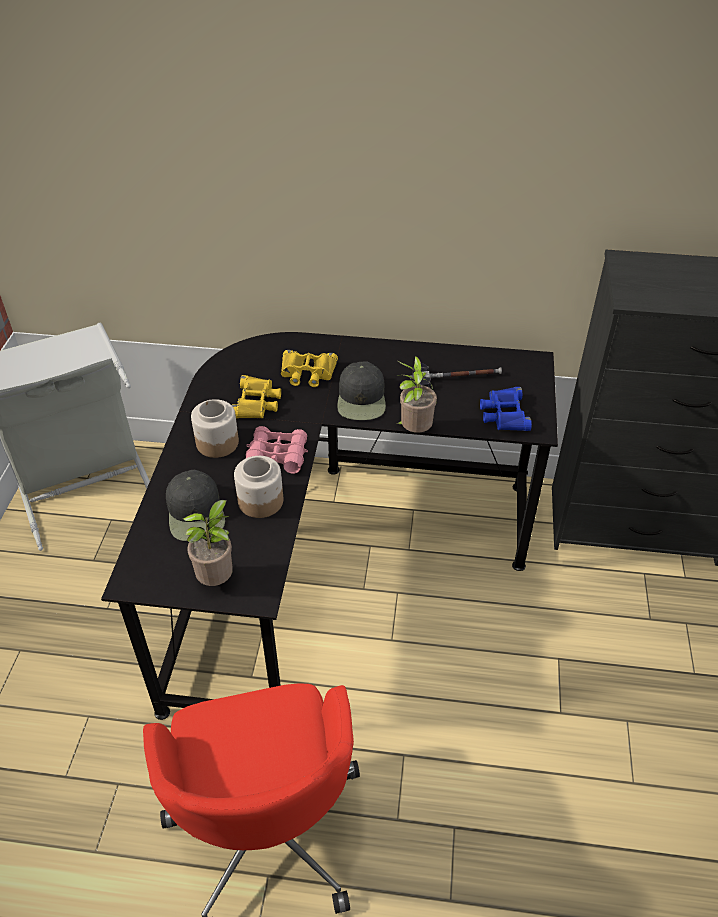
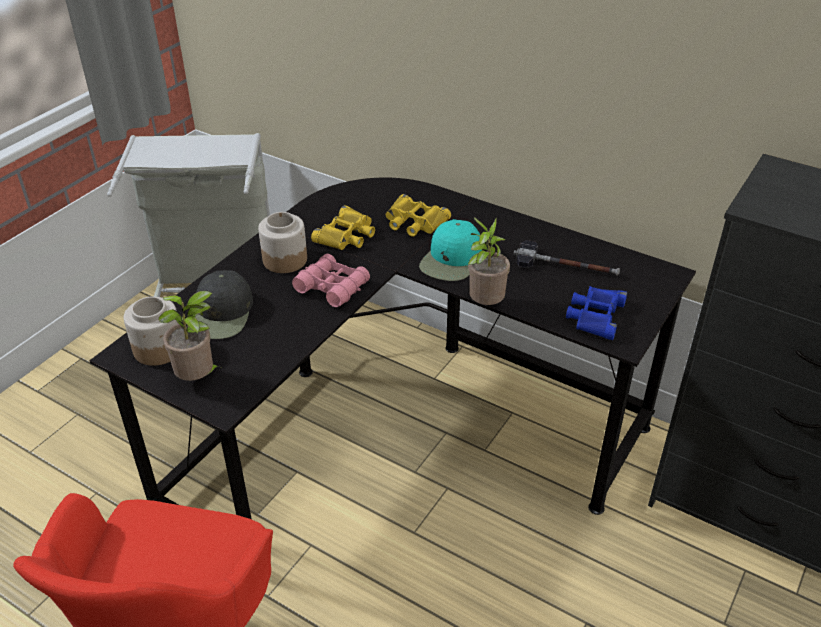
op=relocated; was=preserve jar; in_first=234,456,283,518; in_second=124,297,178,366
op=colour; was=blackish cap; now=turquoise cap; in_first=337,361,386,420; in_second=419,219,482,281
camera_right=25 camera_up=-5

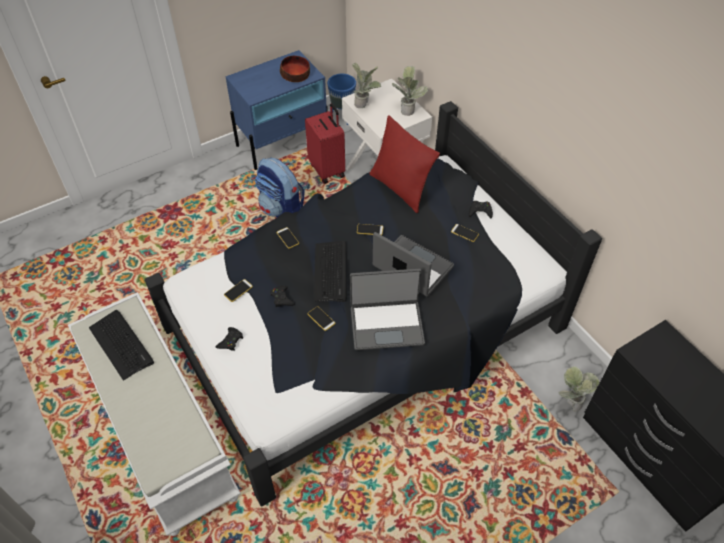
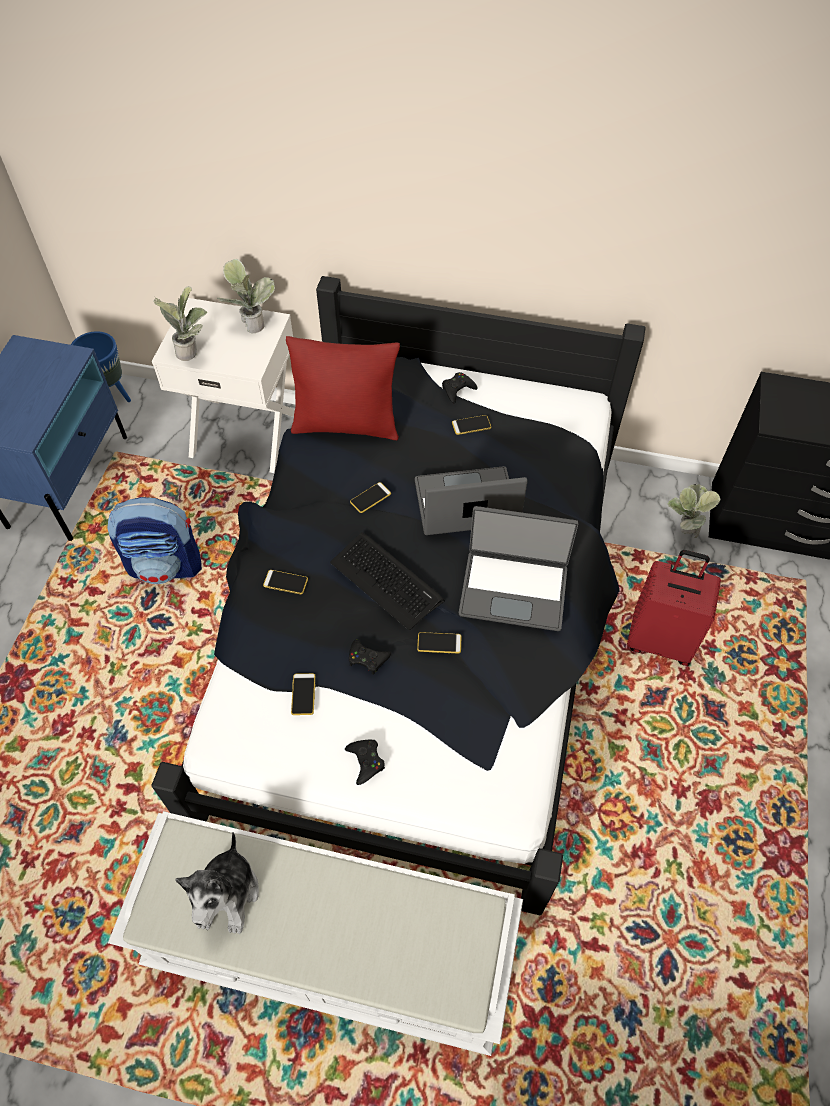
op=exchanged; was=PC keyboard; now=soft toy; in_first=89,310,154,380; in_second=175,832,259,934
op=spun; was=portable computer; in_first=350,269,425,350; in_second=459,506,578,631; clockwise=60
op=relocated; was=red-coloured piece of luggage; in_first=305,103,345,184; in_second=627,550,721,666
op=missing; was=serving bowl; in_first=280,56,310,82
camera_right=-45 camera_up=5

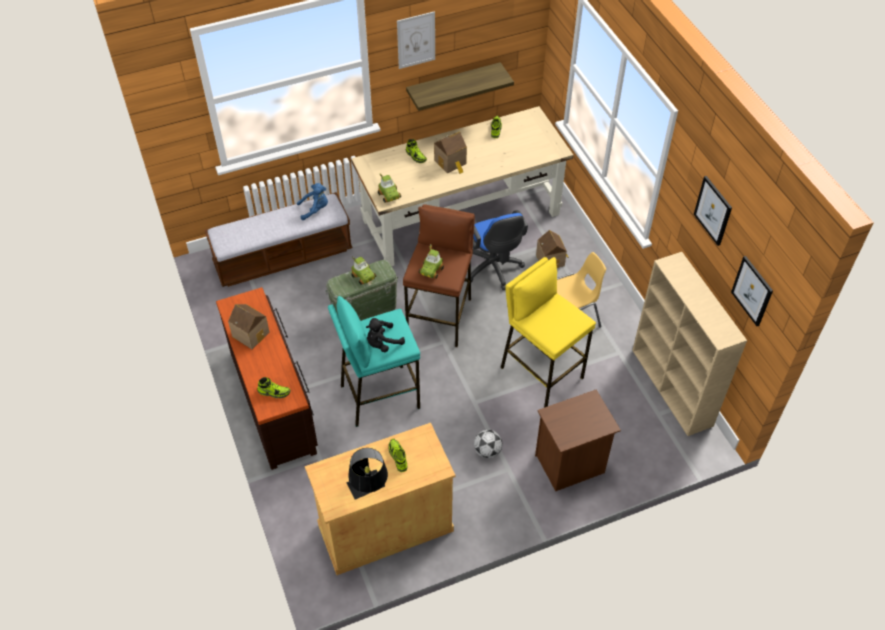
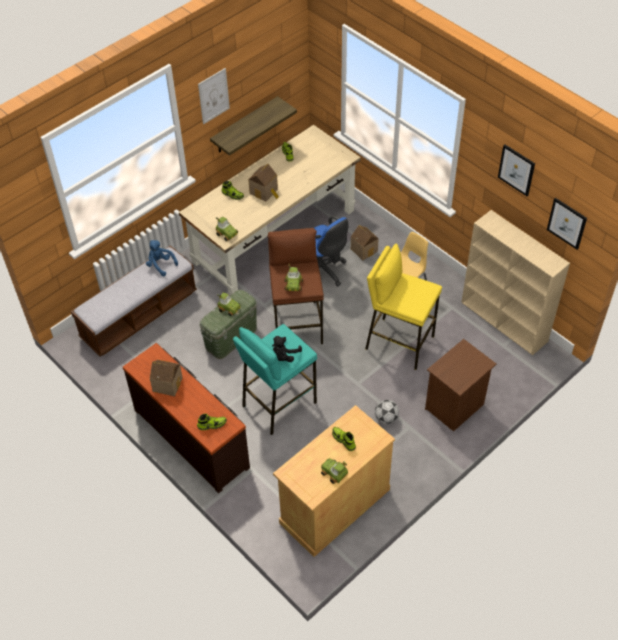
op=spun; was=blue-coloured soft toy; in_first=297,183,328,220; in_second=146,240,178,276; clockwise=-105
op=exchanged; was=blackish table lamp; now=model car; in_first=347,448,388,500; in_second=321,458,348,484
camera_right=-20 camera_up=0

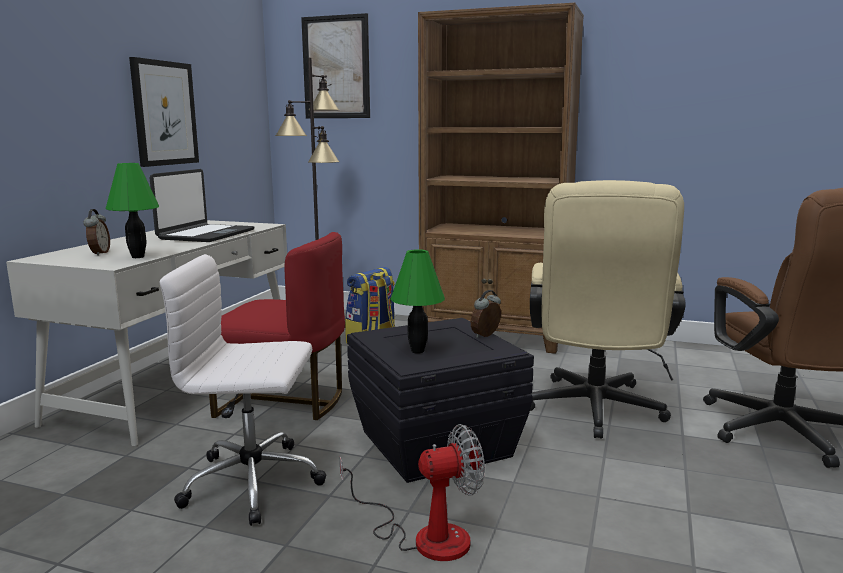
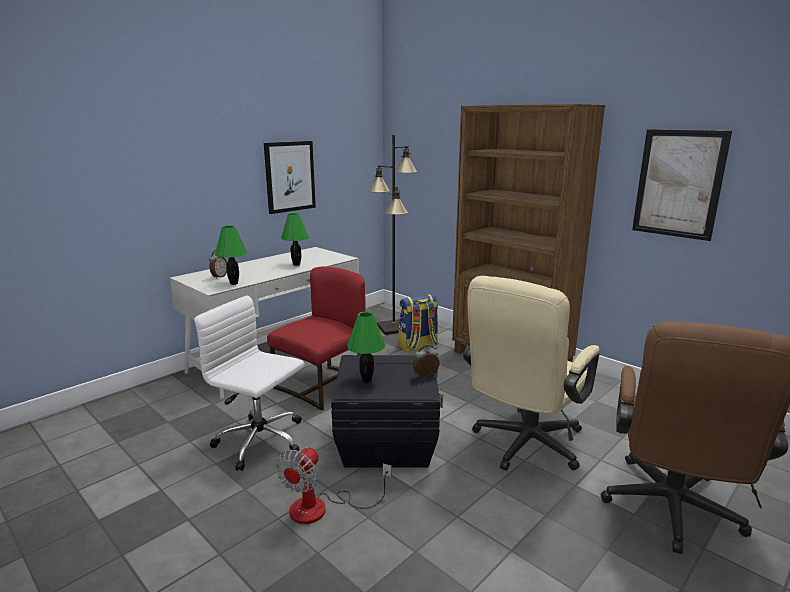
op=spun; was=red-coloured upright chair; in_first=209,232,345,420; in_second=267,267,366,411; clockwise=-90
op=spun; was=electric fan; in_first=340,424,485,561; in_second=276,446,391,524; clockwise=105
op=exchanged; was=portable computer; now=greenish table lamp; in_first=150,169,255,242; in_second=281,213,309,266
op=relocated; was=picture; in_first=301,13,370,118; in_second=632,129,732,241
camera_right=25 camera_up=5

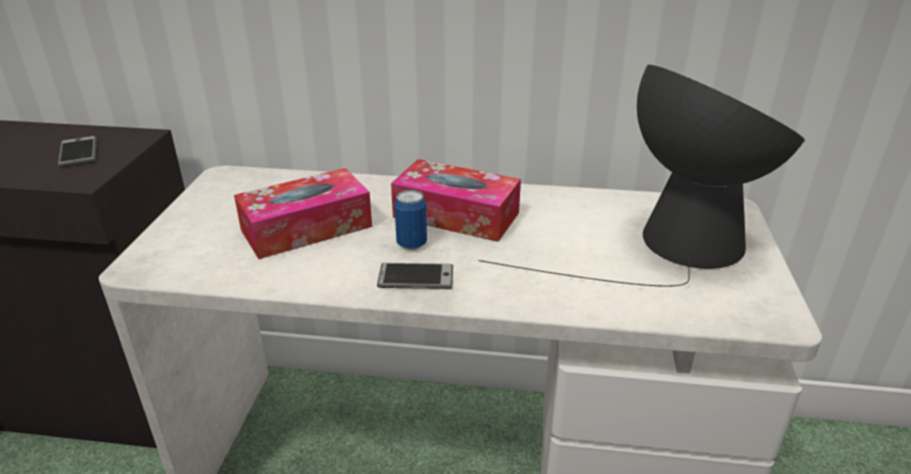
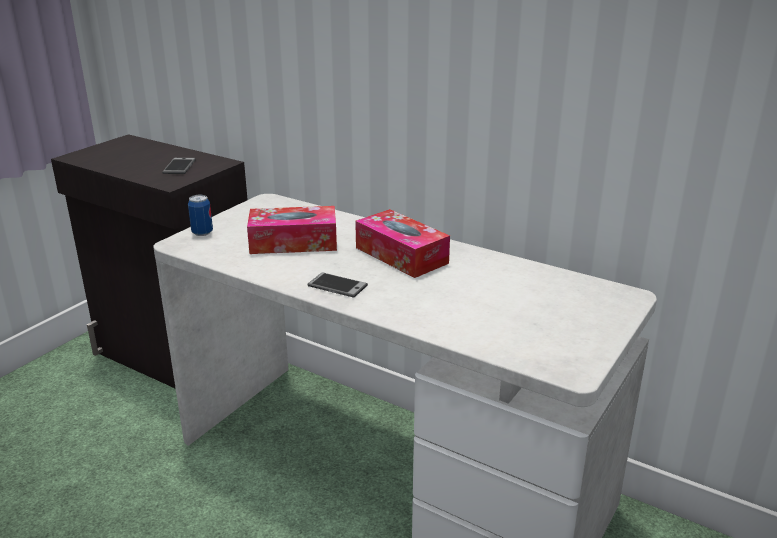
op=relocated; was=sealed can; in_first=395,190,427,250; in_second=188,195,213,236
op=missing; was=table lamp; in_first=479,64,805,286
camera_right=25 camera_up=-5

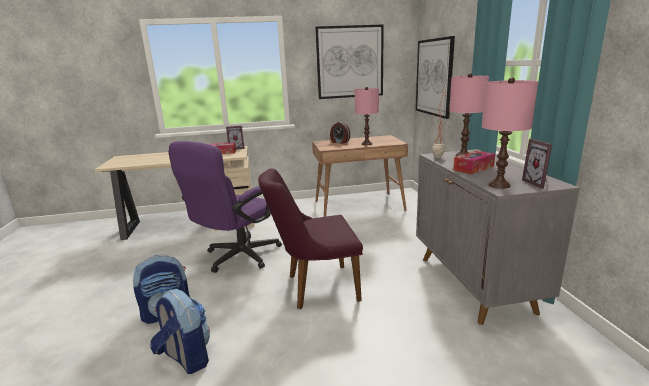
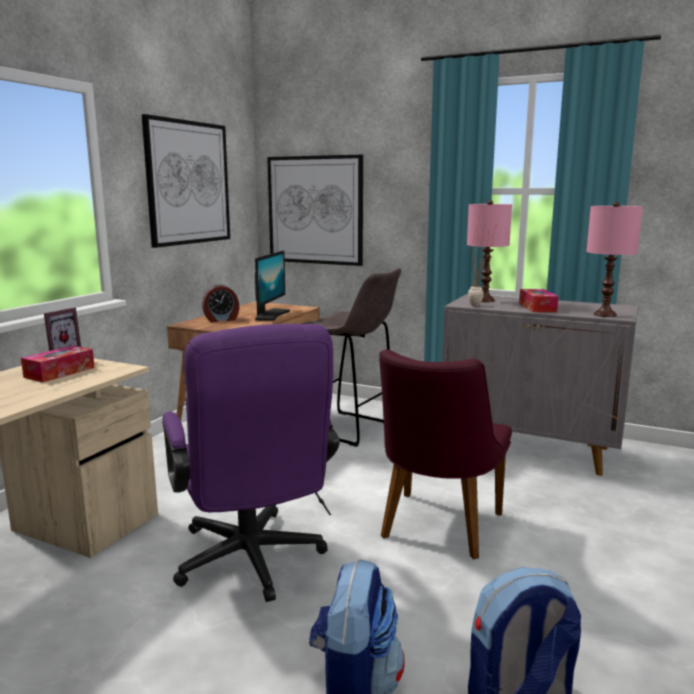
op=exchanged; was=pinkish table lamp; now=monitor; in_first=355,87,379,145; in_second=255,250,290,321
op=appeared; now=gray stool seat; in_second=303,268,401,447
op=missing; was=photo frame; in_first=522,139,552,189
camera_right=-55 camera_up=-5

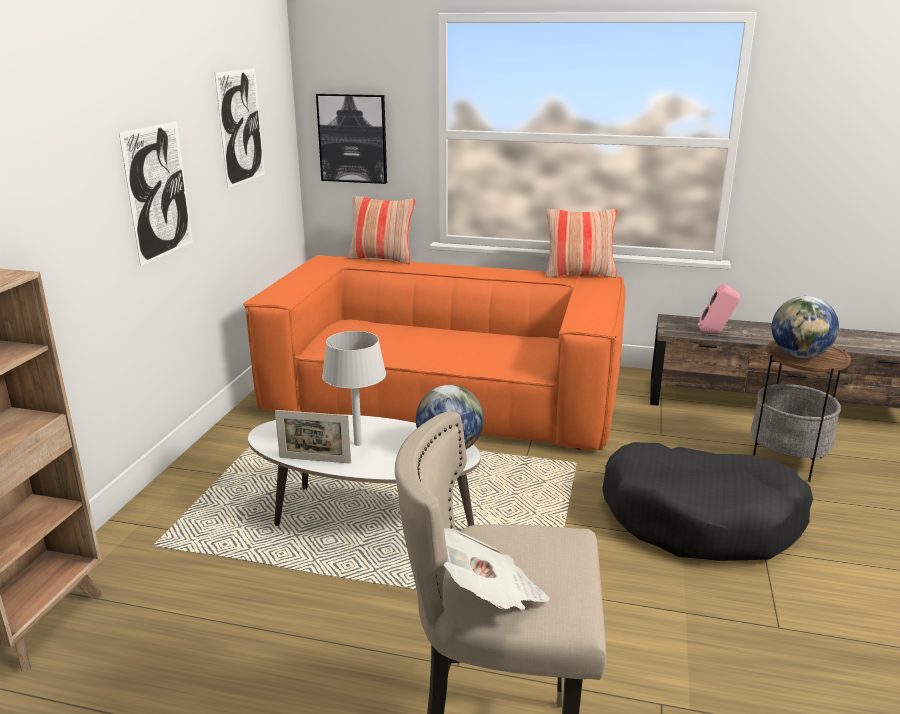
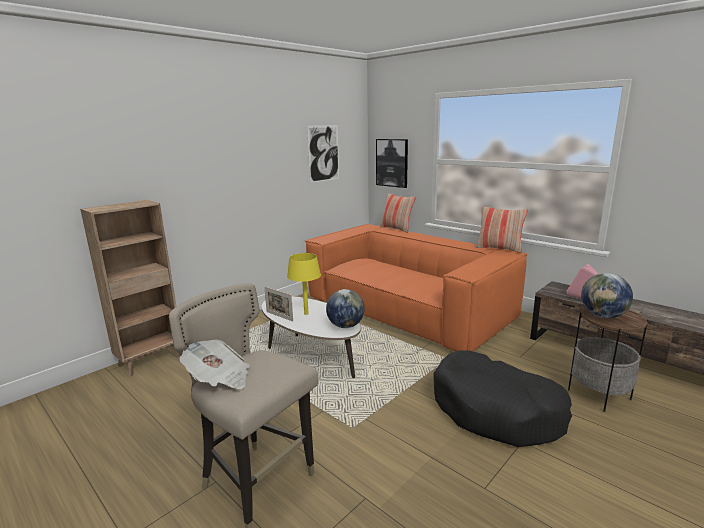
op=colour; was=gray table lamp; now=yellow-coloured table lamp; in_first=322,331,386,446; in_second=287,253,321,315
op=missing; was=picture; in_first=119,121,193,266
camera_right=30 camera_up=-5

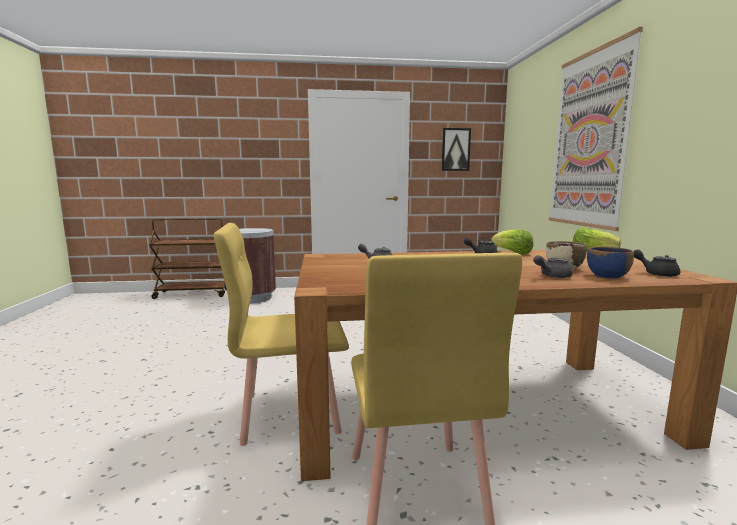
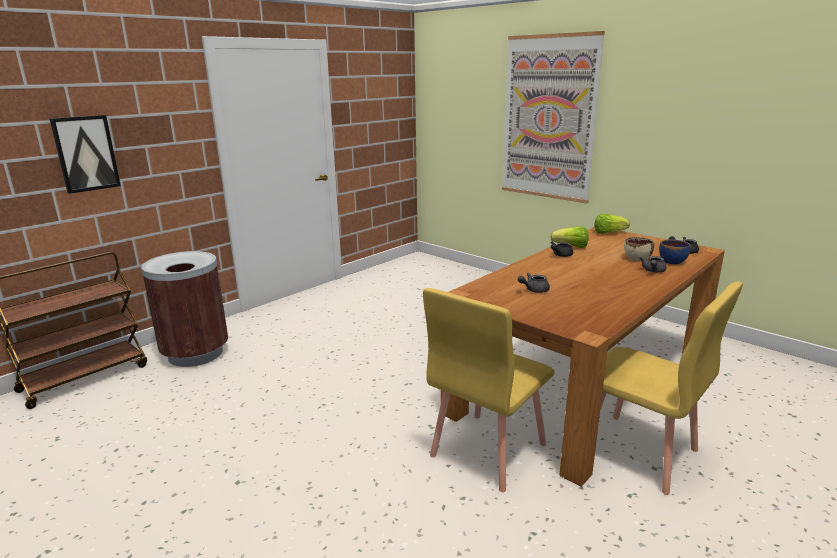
op=relocated; was=picture; in_first=441,128,471,171; in_second=49,115,121,194
camera_right=-40 camera_up=10

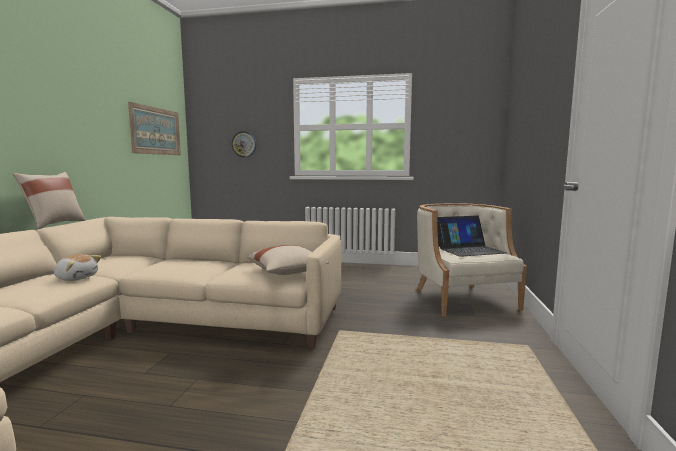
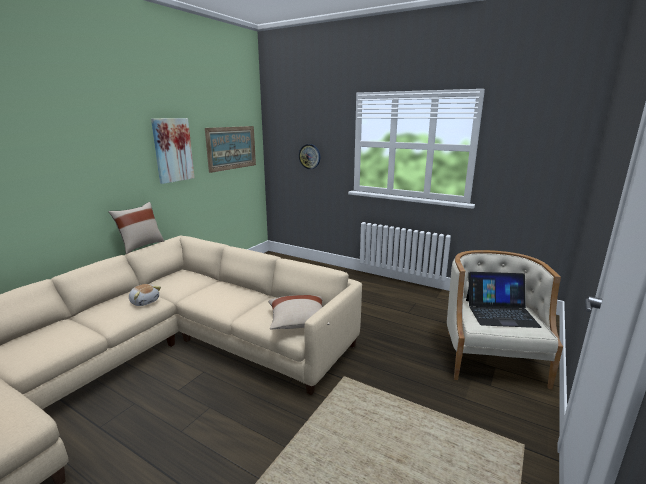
op=appeared; now=picture; in_second=151,118,195,184
camera_right=20 camera_up=10

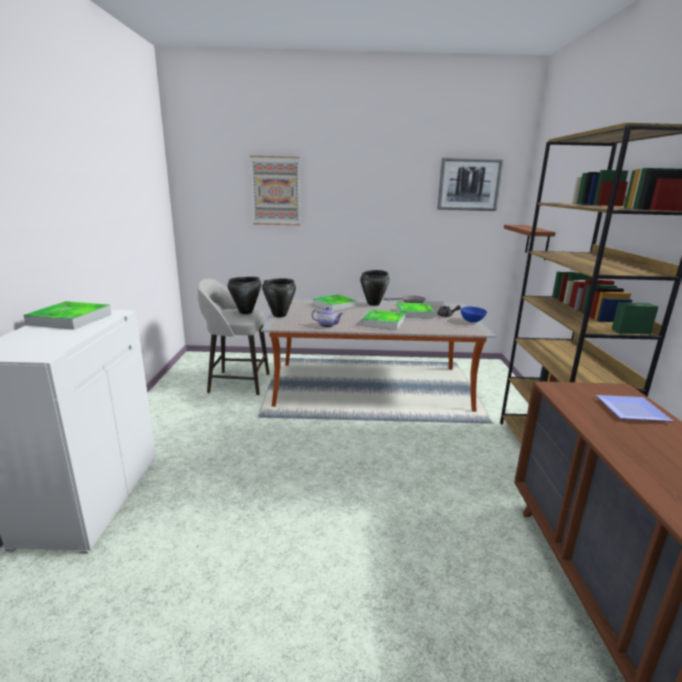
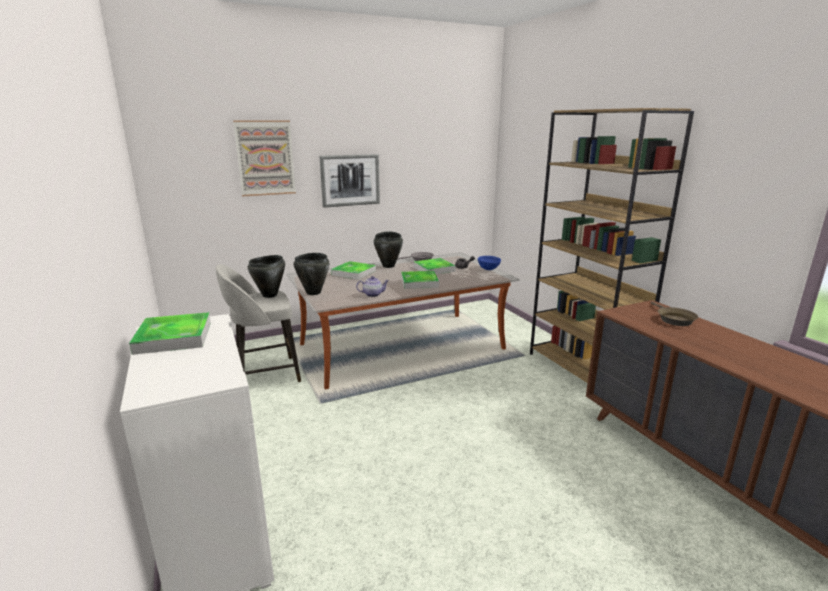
op=relocated; was=picture; in_first=437,157,503,211; in_second=319,154,380,208
op=exchanged; was=flat dish; now=brown frying pan; in_first=596,395,673,421; in_second=651,302,698,326
op=missing; was=brown wall shelf; in_first=504,225,556,260
camera_right=-25 camera_up=0

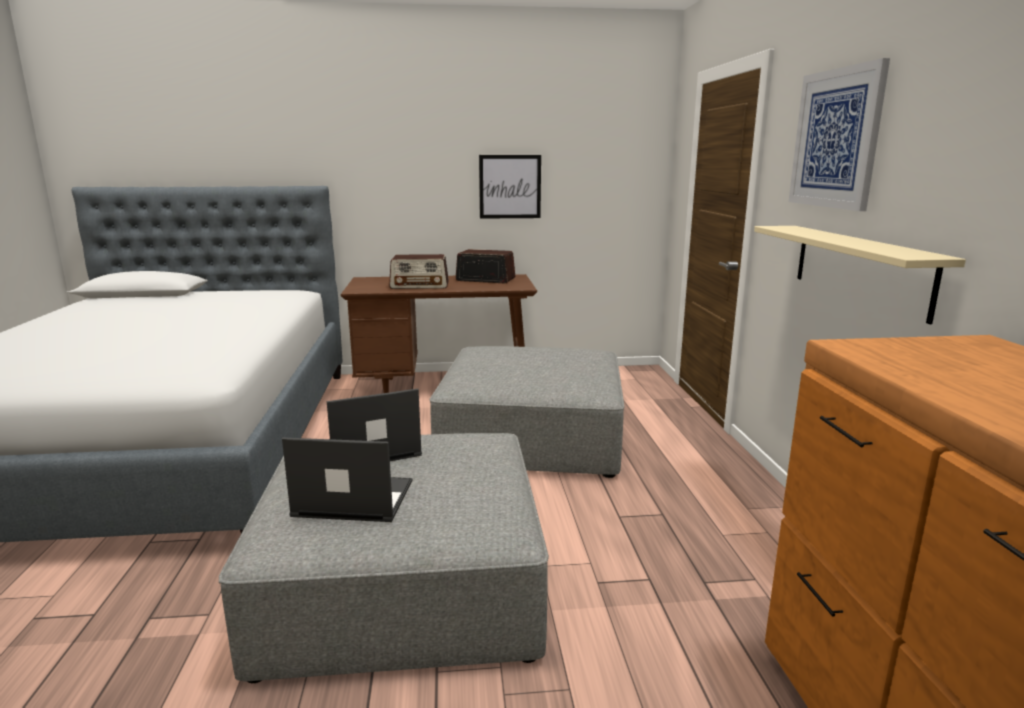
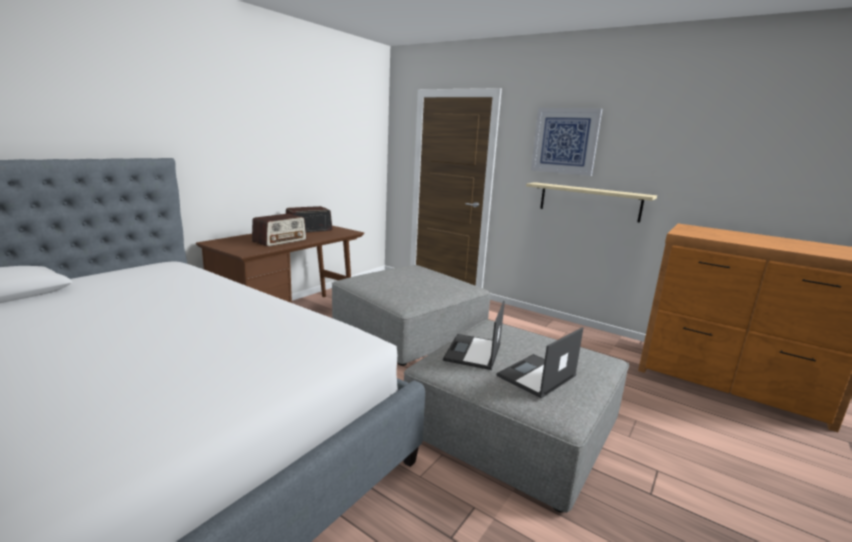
op=missing; was=picture; in_first=479,155,541,219
camera_right=-50 camera_up=0

